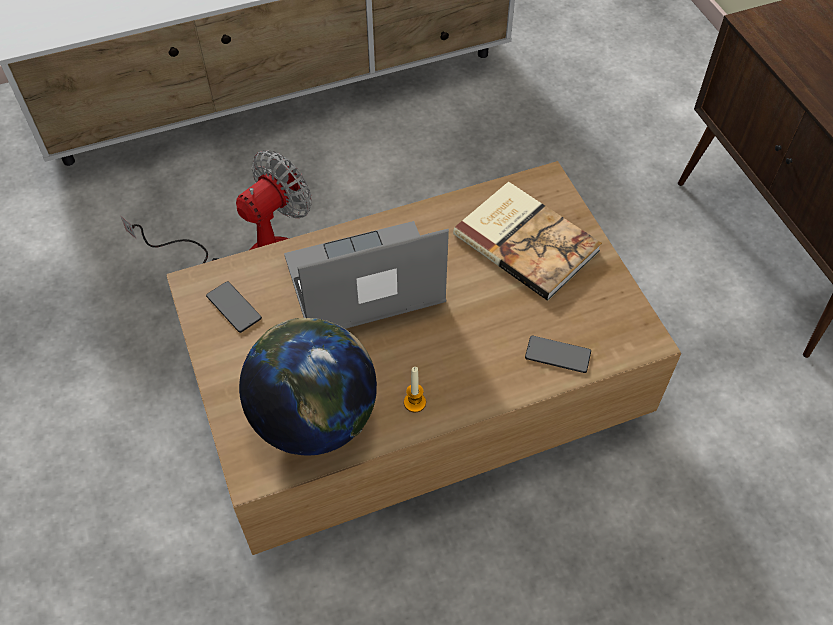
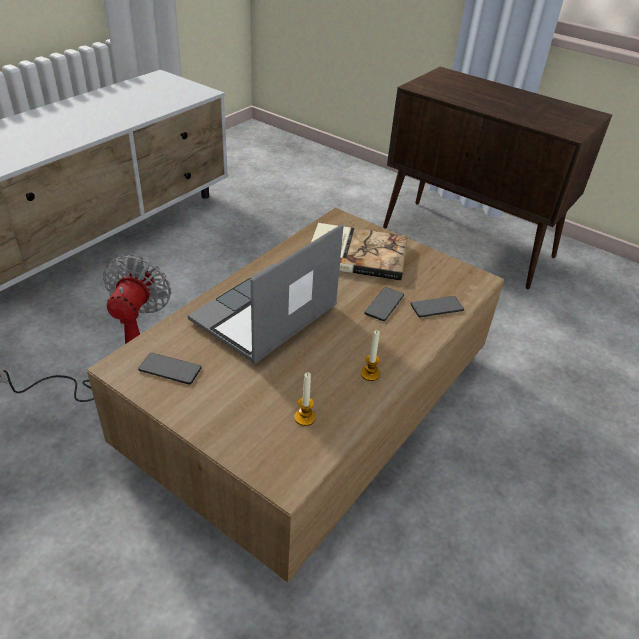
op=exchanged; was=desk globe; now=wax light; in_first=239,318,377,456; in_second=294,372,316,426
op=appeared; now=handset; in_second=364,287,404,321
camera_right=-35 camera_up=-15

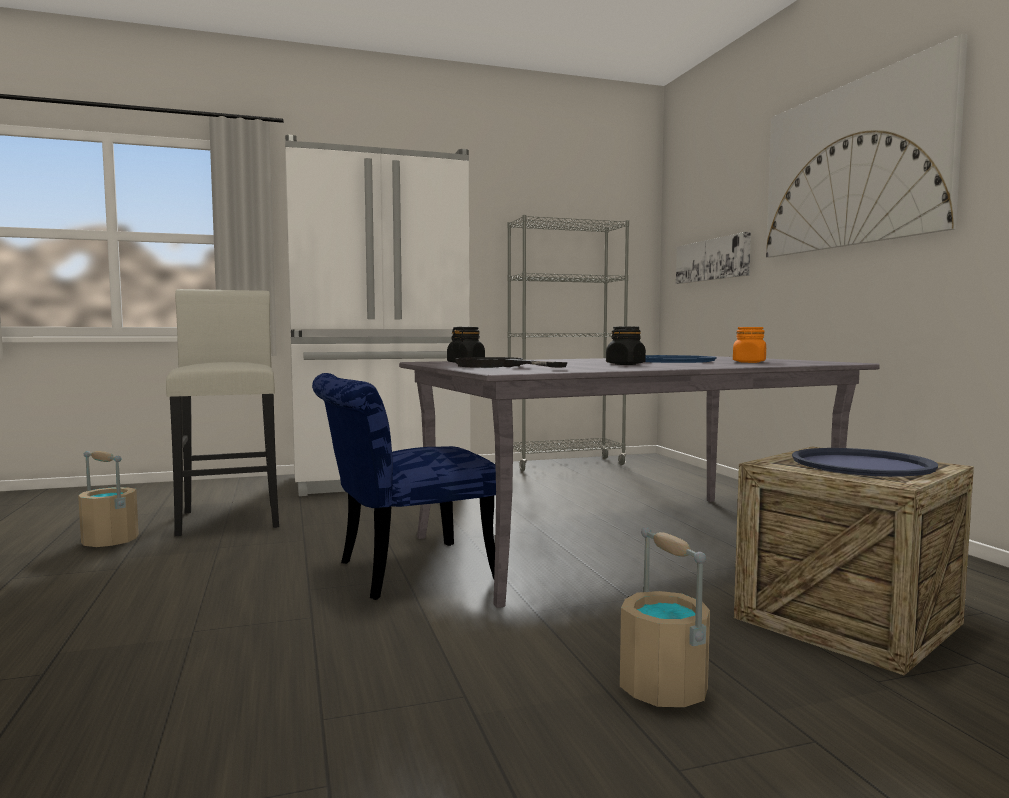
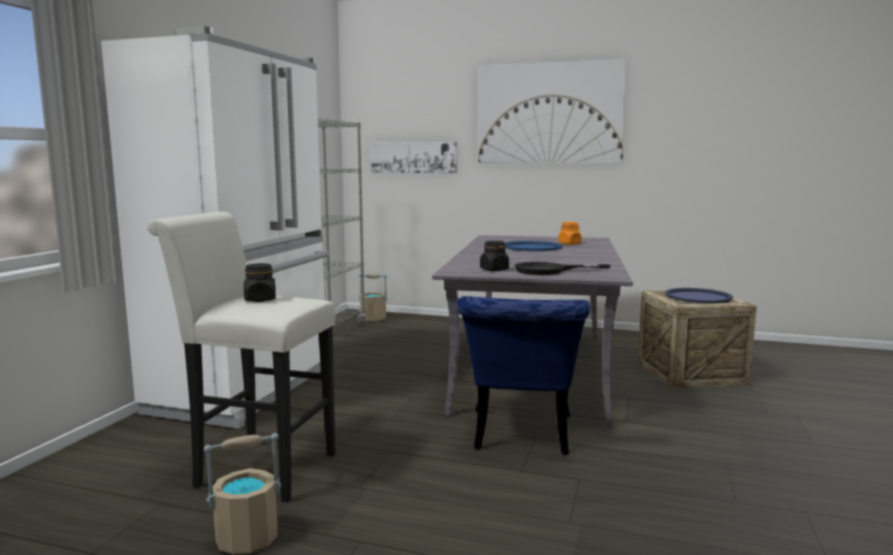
op=relocated; was=blackish preserve jar; in_first=606,327,646,365; in_second=244,263,276,302
op=relocated; was=beige-coloured pail; in_first=620,527,710,707; in_second=359,273,388,321
camera_right=-55 camera_up=5

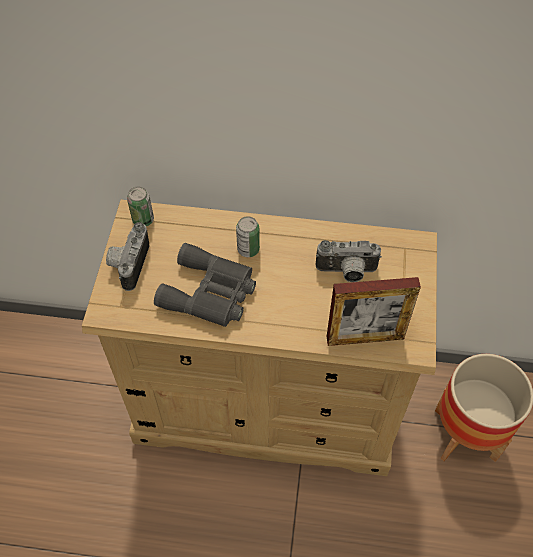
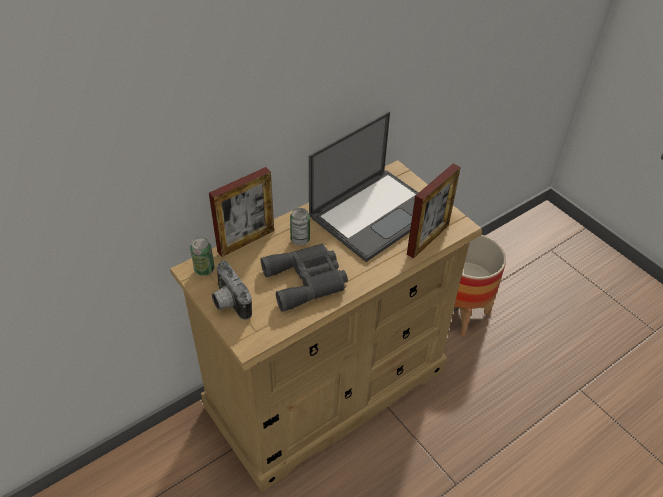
op=appeared; now=photo frame; in_second=209,167,274,257
op=exchanged; was=photo camera; now=portable computer; in_first=315,240,382,282; in_second=309,111,419,262
camera_right=-45 camera_up=-10

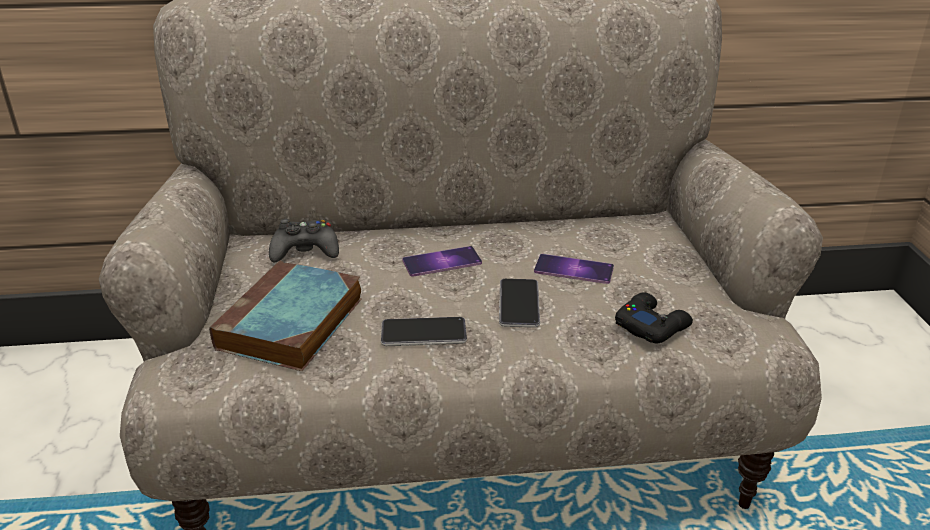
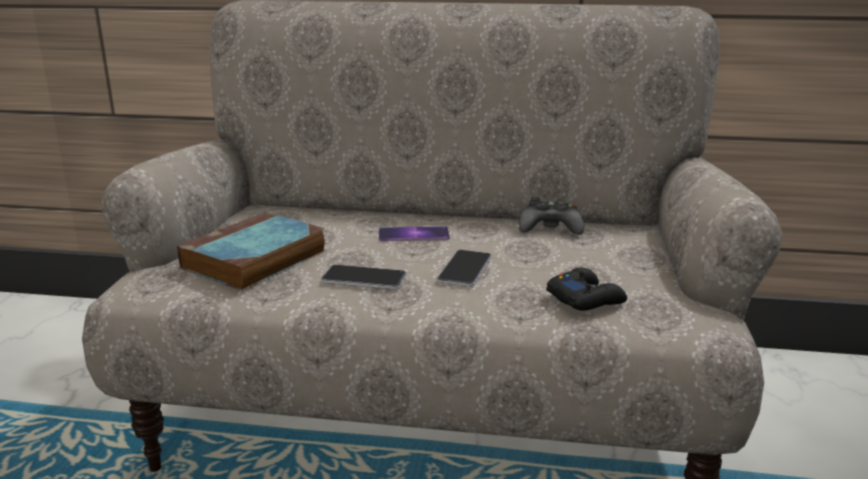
op=relocated; was=blackish joypad; in_first=269,219,339,262; in_second=519,197,584,235
op=missing; was=handset; in_first=534,254,614,284
camera_right=15 camera_up=-10

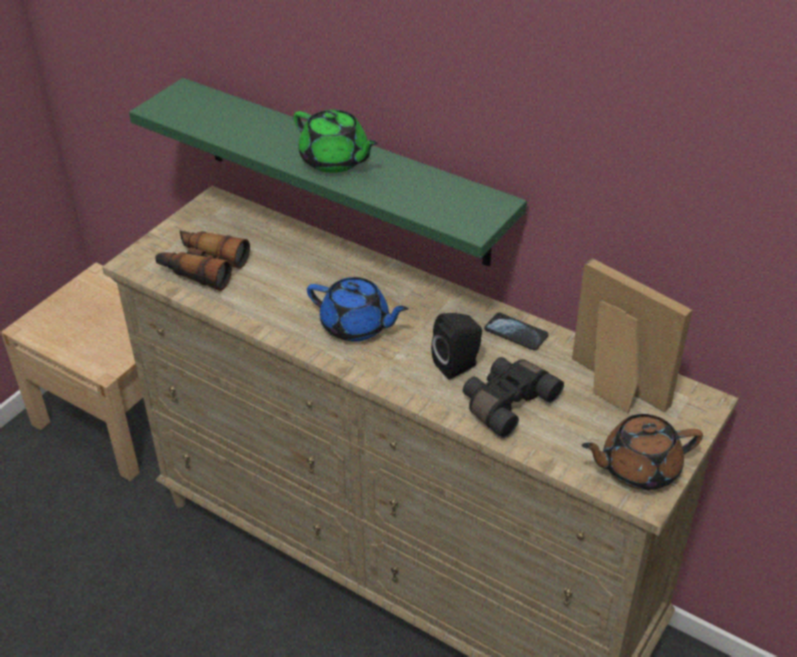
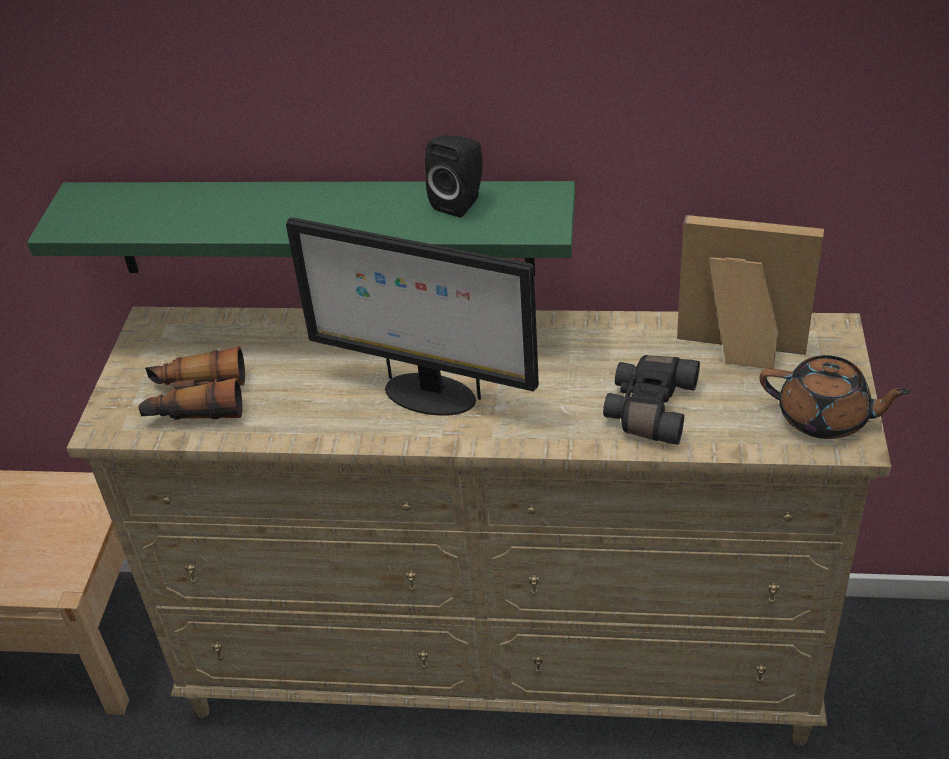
op=exchanged; was=blue-coloured teapot; now=monitor; in_first=307,277,409,342; in_second=286,218,539,416
op=relocated; was=blackish loudspeaker; in_first=431,313,482,380; in_second=425,135,483,218
op=spun; was=brown teapot; in_first=581,414,703,490; in_second=759,355,911,439; clockwise=-120
op=missing; was=greenish teapot; in_first=294,110,378,173
op=missing; was=handset; in_first=484,312,549,351
camera_right=-25 camera_up=0

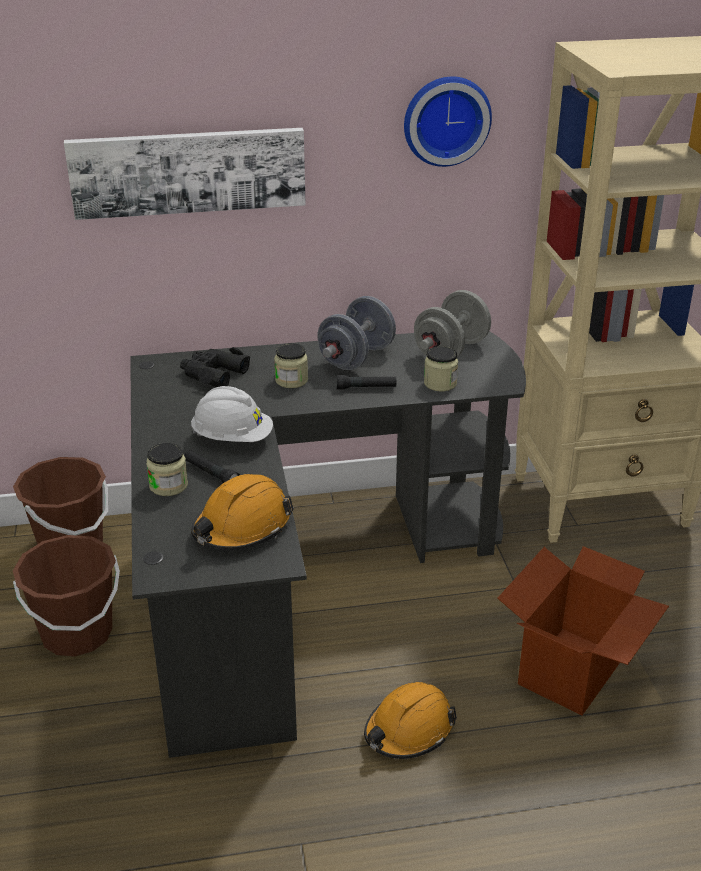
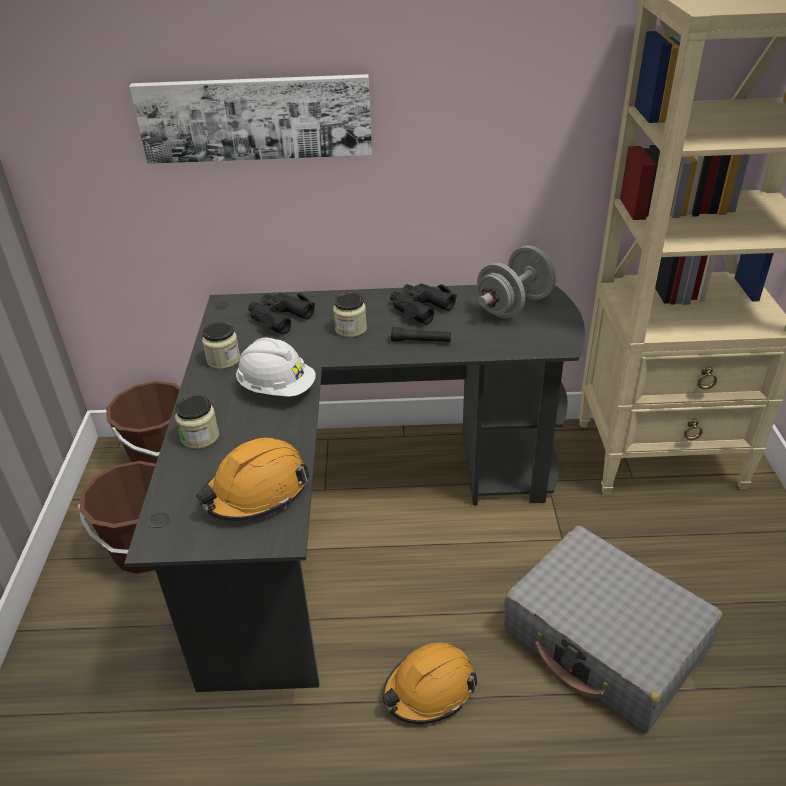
op=relocated; was=preserve jar; in_first=424,346,458,392; in_second=202,322,240,369
op=exchanged; was=gray free weight; now=blackish field glasses; in_first=318,296,396,370; in_second=390,283,457,325
op=exchanged; was=carton; now=gray piece of luggage; in_first=497,546,669,715; in_second=504,526,723,733
op=missing; was=blackish hand torch; in_first=184,450,240,483
op=missing; was=hanging clock; in_first=404,76,492,167
camera_right=10 camera_up=5

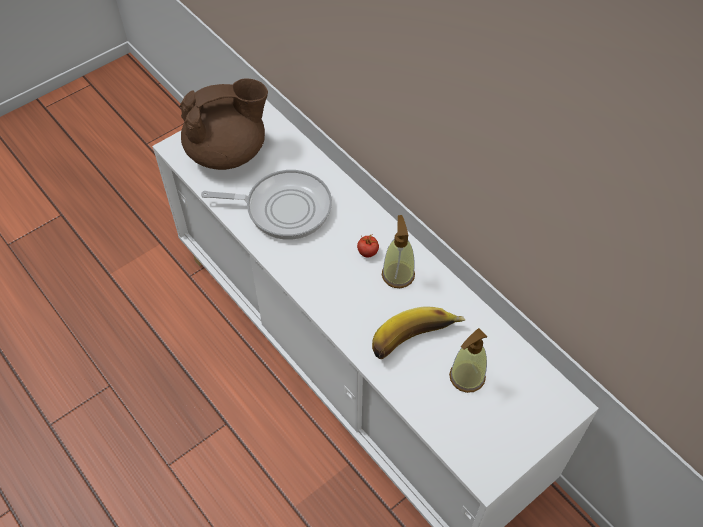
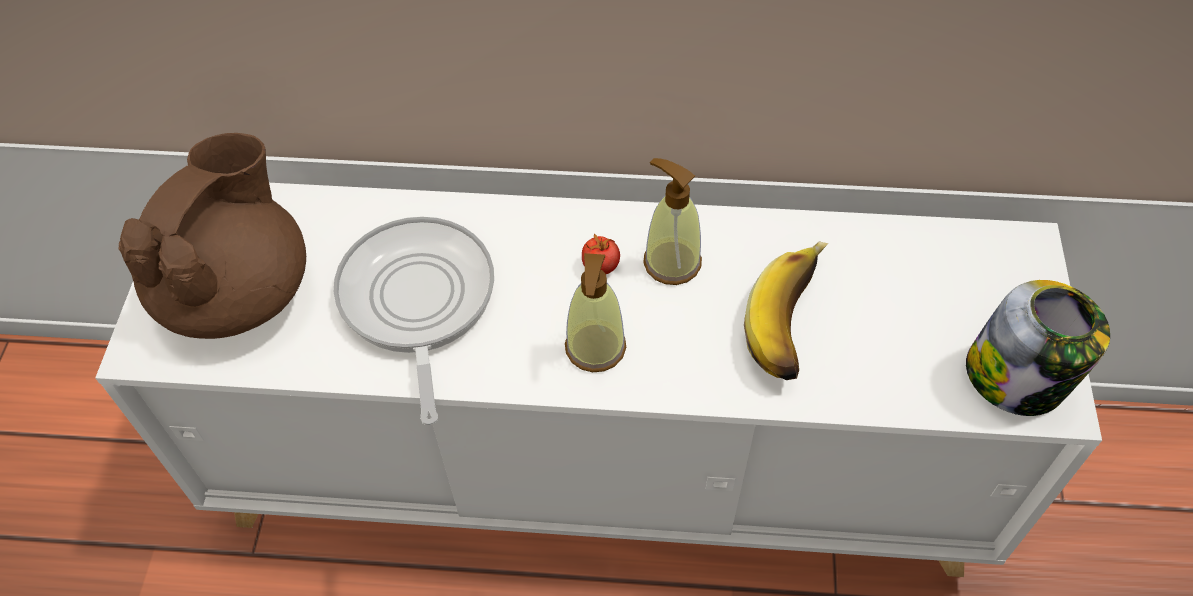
op=spun; was=frying pan; in_first=201,170,332,240; in_second=333,217,494,425; clockwise=-60
op=relocated; was=soap dispenser; in_first=449,328,487,393; in_second=565,253,626,372
op=appeared; now=preserve jar; in_second=966,280,1110,416
camera_right=-45 camera_up=0

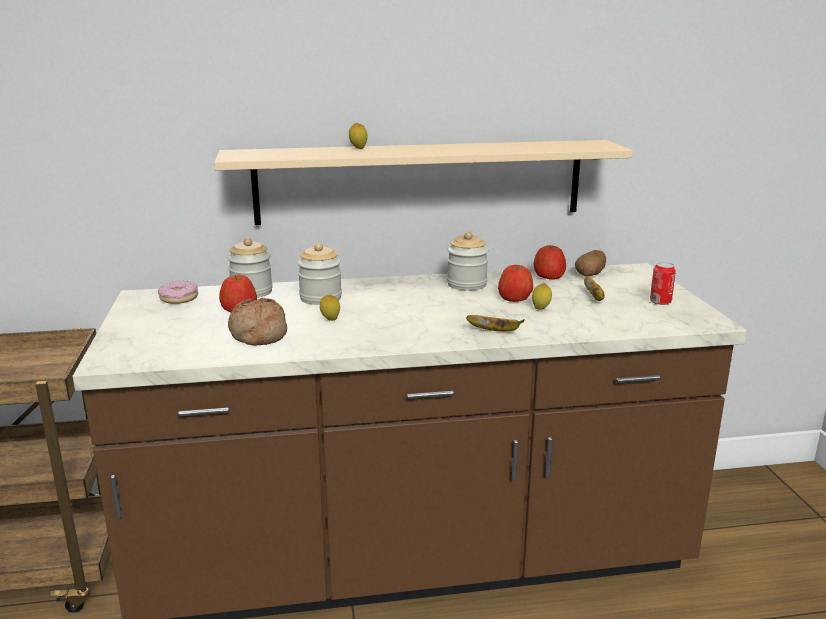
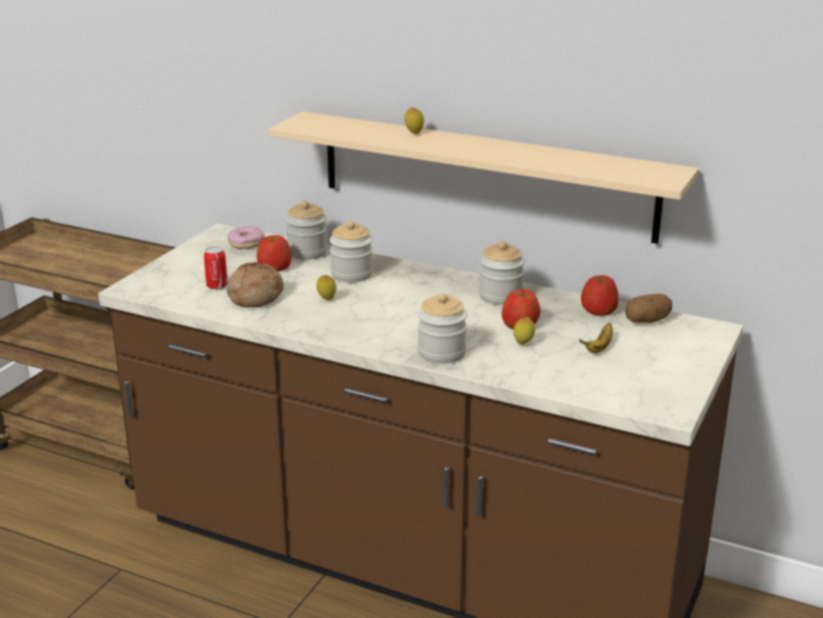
op=relocated; was=sealed can; in_first=650,262,676,305; in_second=204,246,228,290
op=exchanged; was=banana; now=preserve jar; in_first=466,315,525,332; in_second=418,293,467,364
camera_right=35 camera_up=5

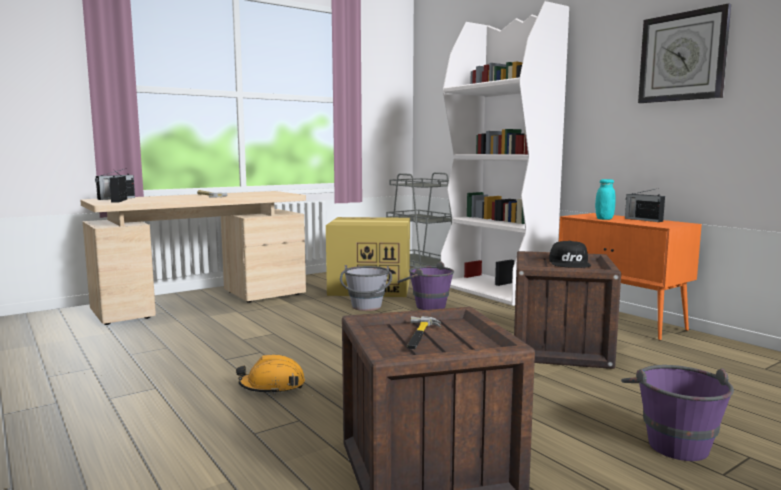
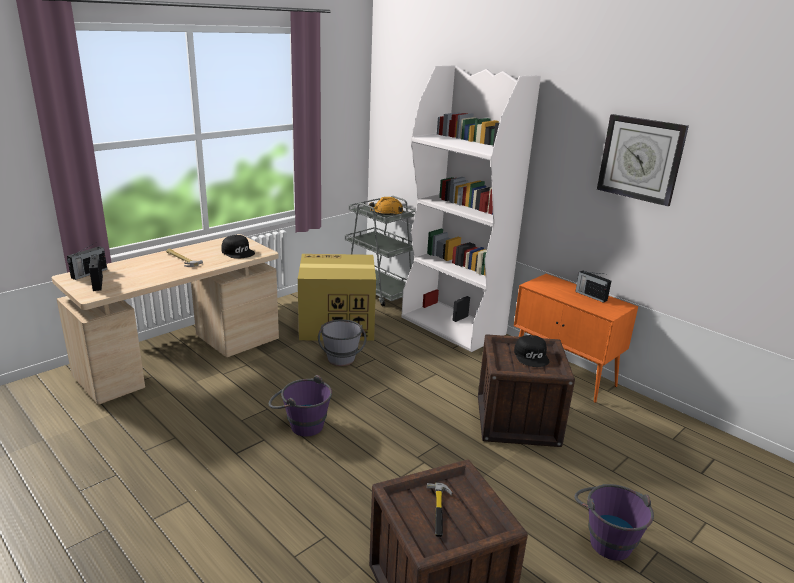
op=appeared; now=blackish cap; in_second=221,235,255,259
op=relocated; was=purple pail; in_first=398,261,454,310; in_second=269,375,332,437
op=relocated; was=orange work helmet; in_first=236,355,305,395; in_second=369,197,403,215
op=missing; was=turquoise preserve jar; in_first=595,179,615,220
camera_right=-10 camera_up=15

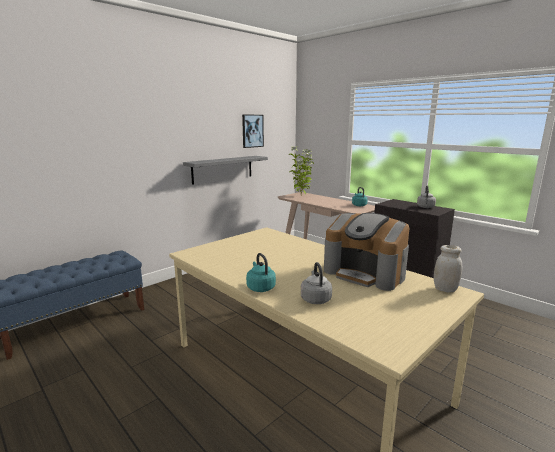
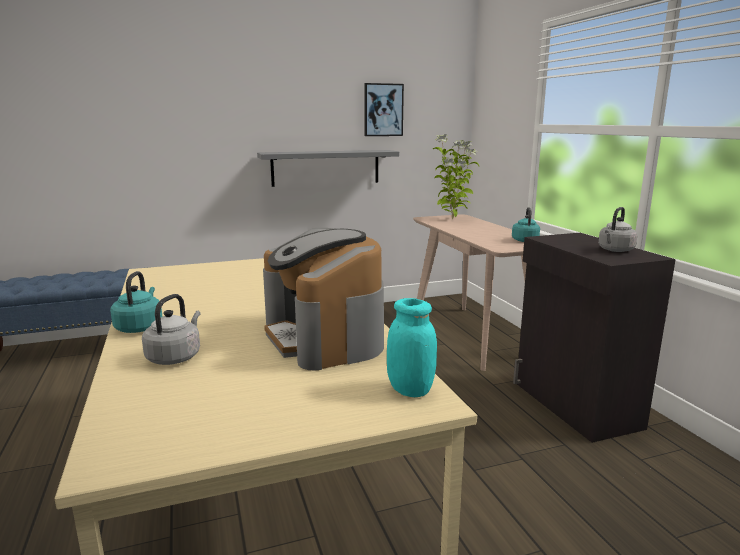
op=colour; was=white preserve jar; now=turquoise preserve jar; in_first=434,245,462,292; in_second=387,298,437,397
camera_right=25 camera_up=0

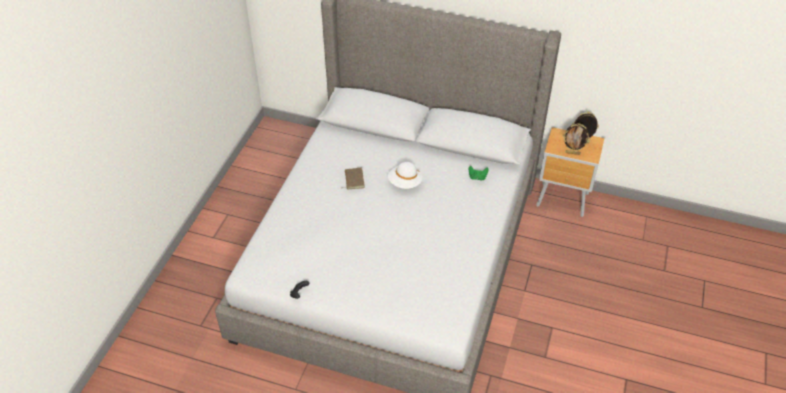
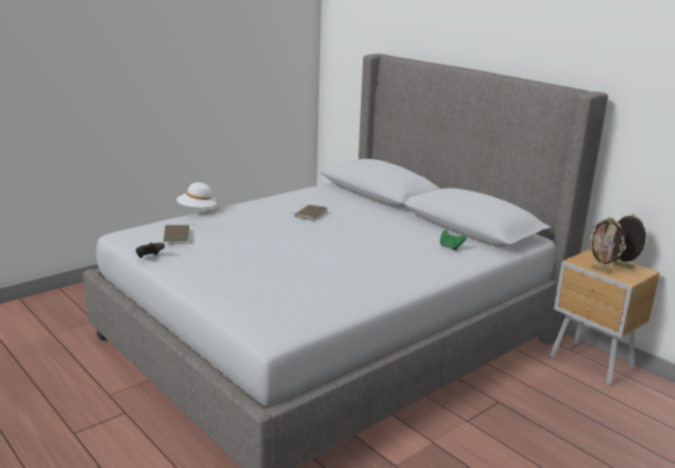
op=appeared; now=brown volume; in_second=163,224,193,242
op=relocated; was=white clothing hat; in_first=388,162,423,189; in_second=177,182,218,208
camera_right=30 camera_up=-25

